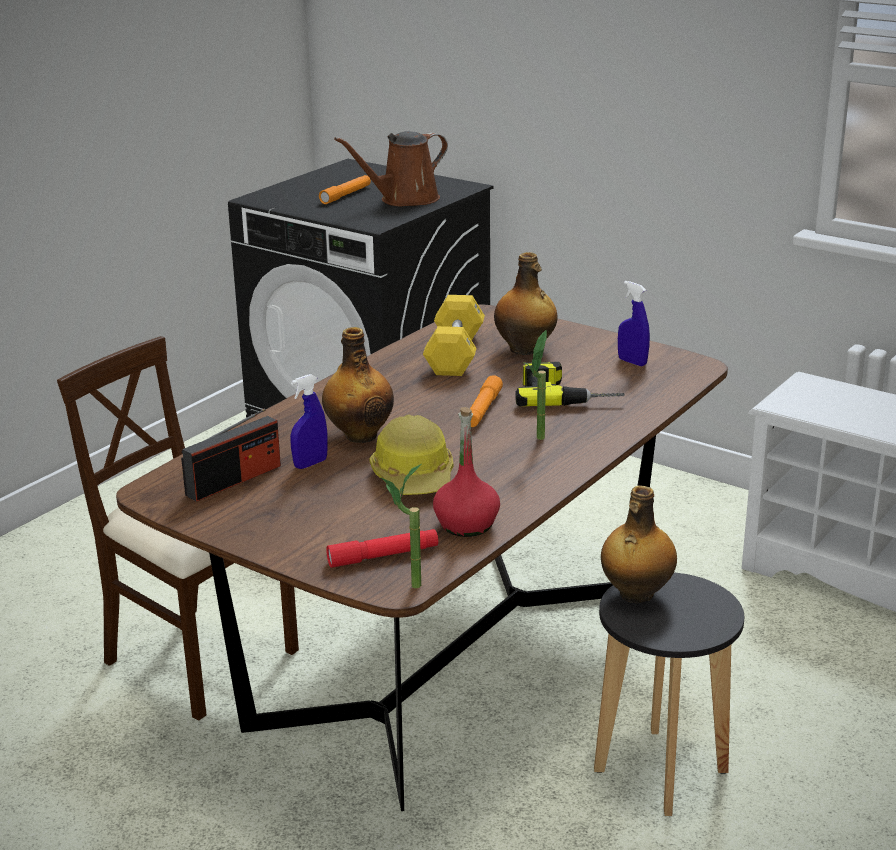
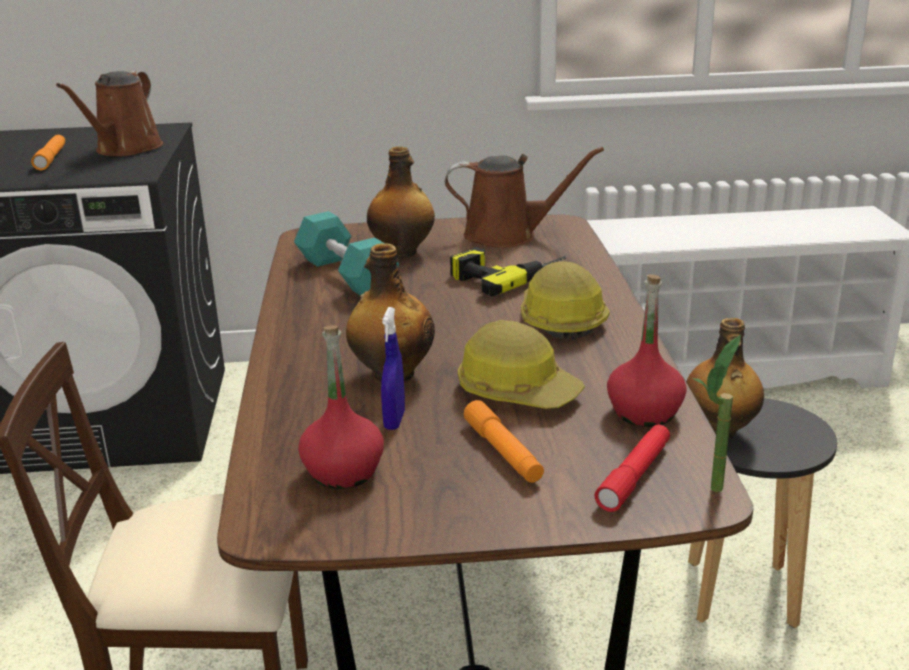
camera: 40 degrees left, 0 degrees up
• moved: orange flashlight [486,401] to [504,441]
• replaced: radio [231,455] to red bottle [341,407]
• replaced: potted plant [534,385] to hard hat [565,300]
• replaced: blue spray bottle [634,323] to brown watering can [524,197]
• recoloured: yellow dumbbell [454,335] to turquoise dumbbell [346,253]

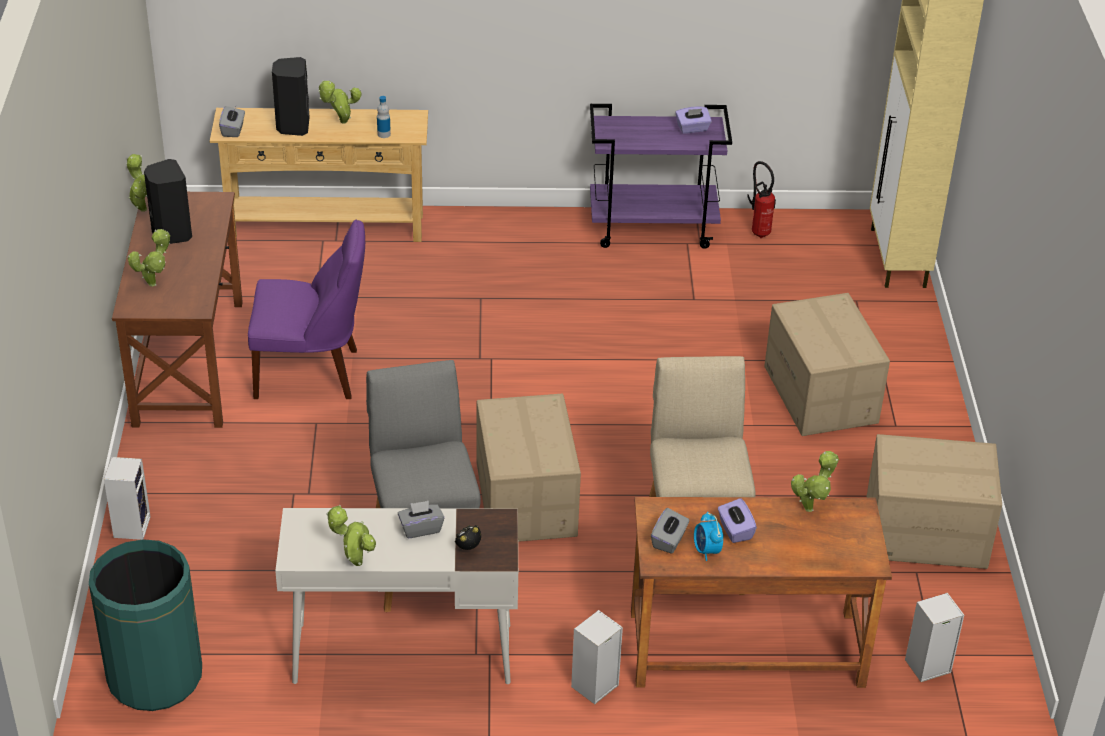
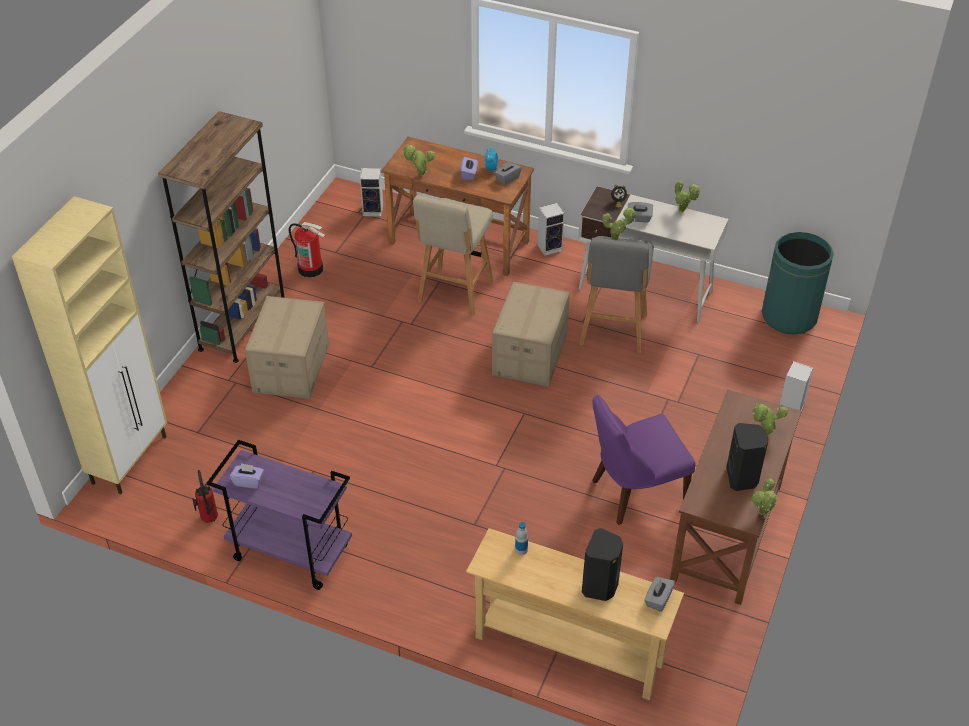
camera: 155 degrees left, 5 degrees up
• added: brown bookcase [221,237]
• moved: potted plant [340,102] to [619,224]
• replaced: cardboard box [934,501] to fire extinguisher [307,250]
• turned: purple chair [306,309] = [643,460] 45 degrees counterclockwise

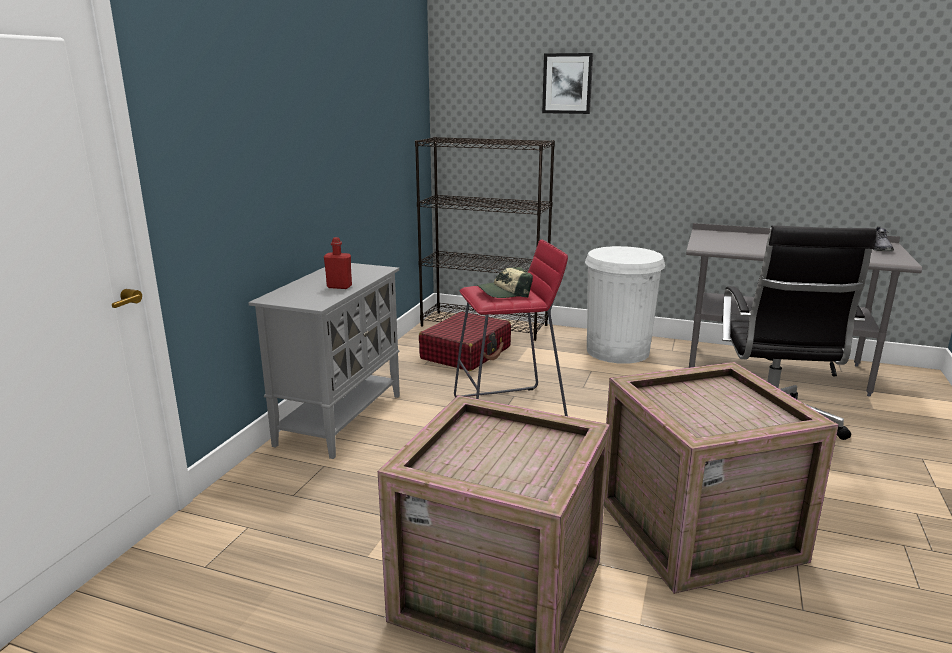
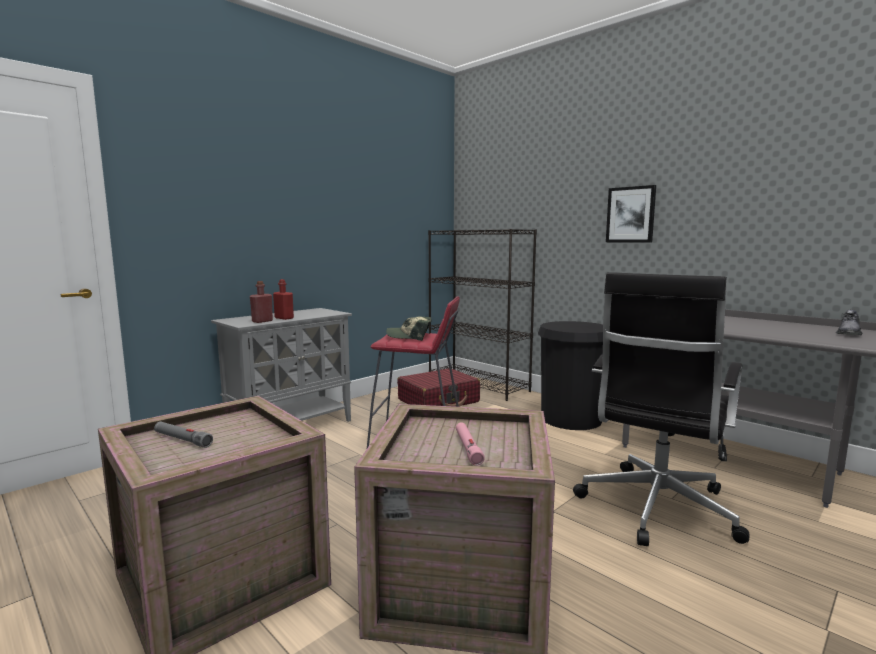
camera: 25 degrees right, 10 degrees down
• added: grey flashlight [183,435]
• added: red bottle [261,302]
• added: pink flashlight [470,444]
• moved: picture [567,83] to [631,214]
• recoloured: white trash can [625,305] to black trash can [570,375]

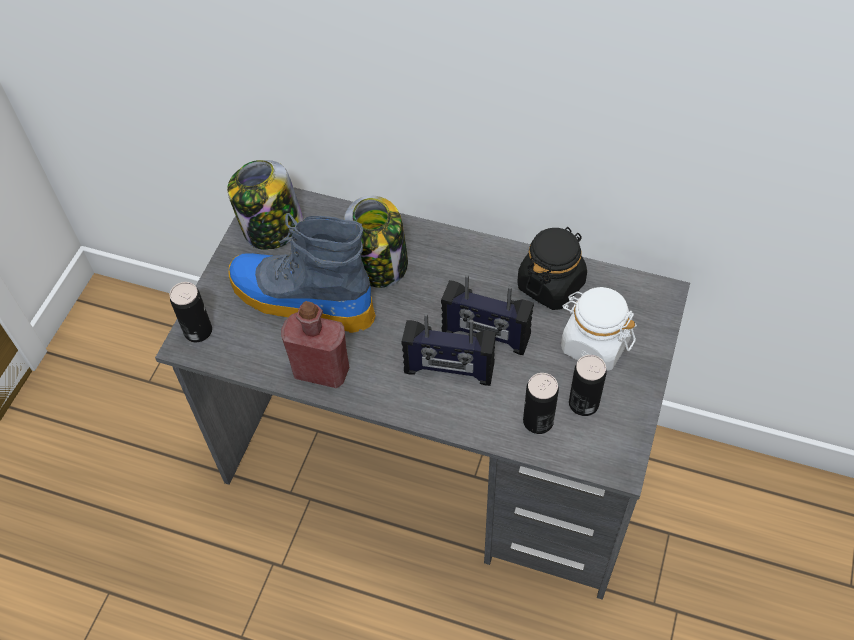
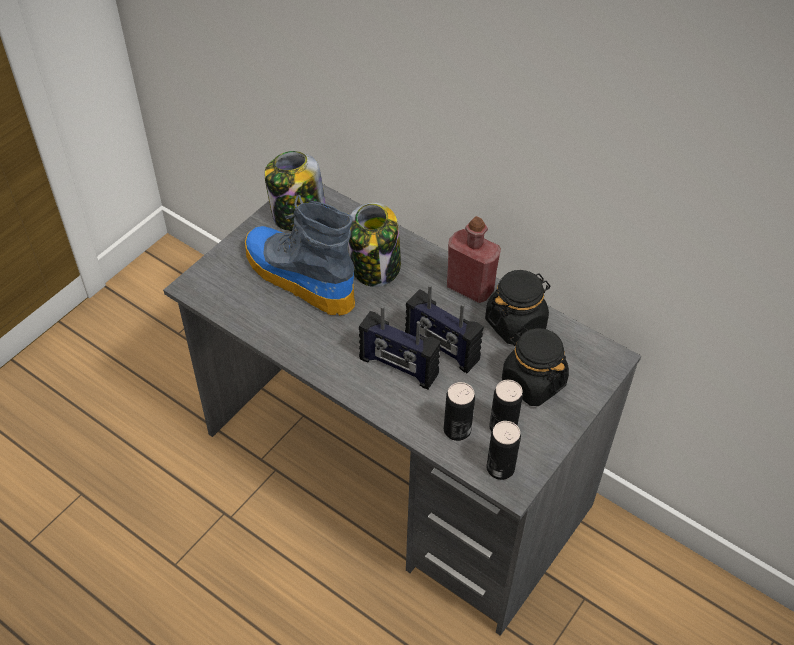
camera: 15 degrees right, 5 degrees down
• moved: can [191,312] to [503,450]
• moved: red bottle [315,344] to [474,259]
• recoloured: white jar [599,329] to black jar [535,367]

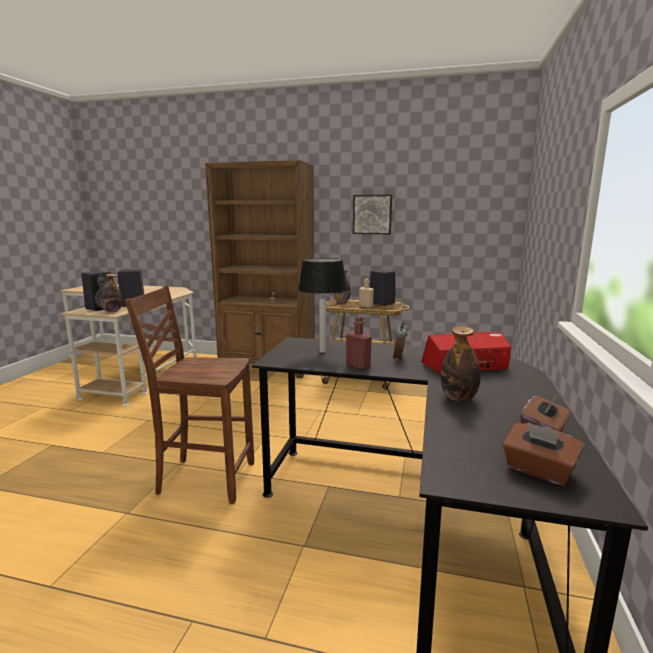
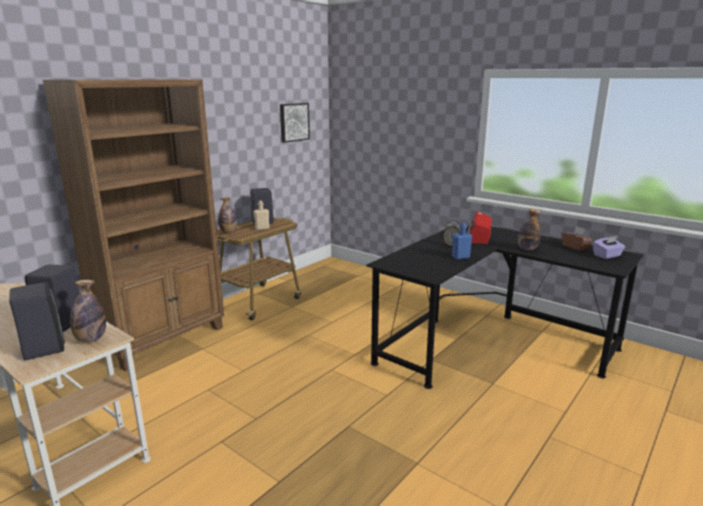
camera: 65 degrees left, 5 degrees up
• removed: brown chair [189,395]
• removed: table lamp [323,305]
• moved: picture [372,214] to [295,123]
• recoloured: red bottle [359,343] to blue bottle [462,240]
• recoloured: brown tissue box [543,454] to purple tissue box [609,247]

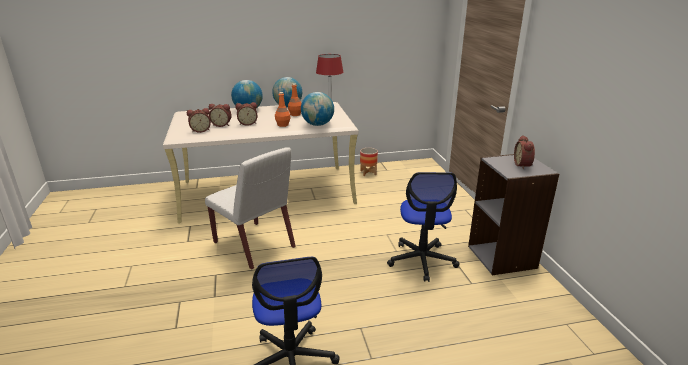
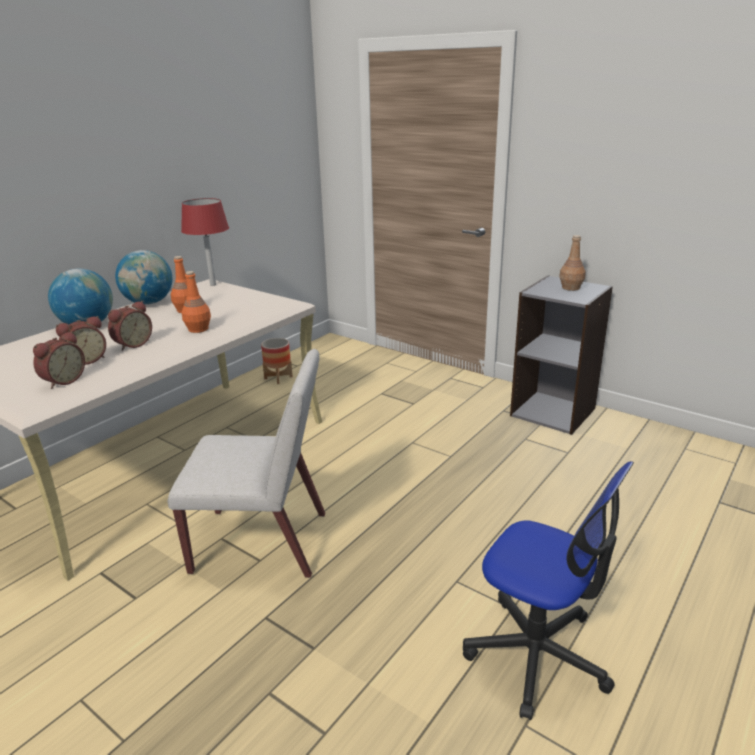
camera: 40 degrees left, 0 degrees up
• removed: globe [317,109]
• removed: office chair [423,227]
• replaced: alarm clock [524,152] to brown bottle [572,263]

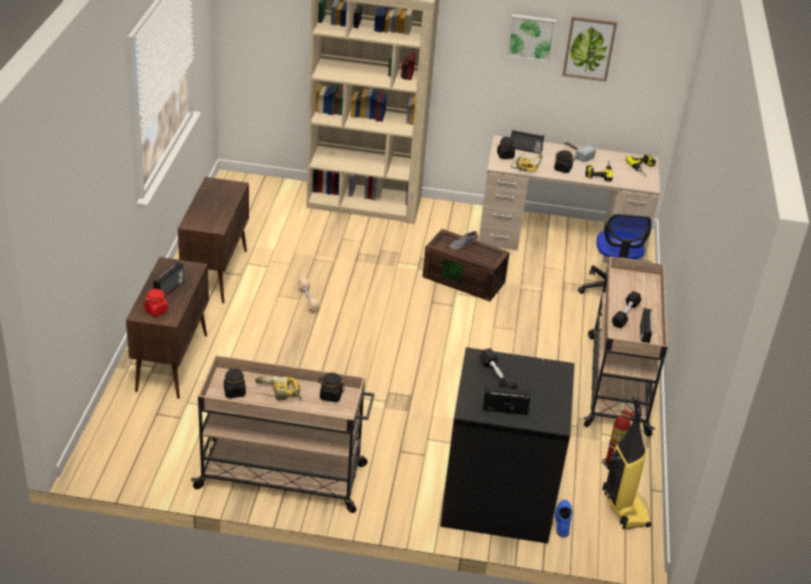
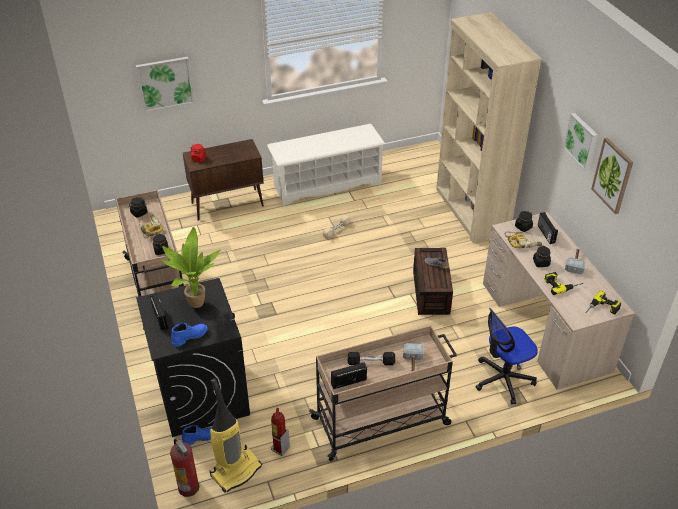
camera: 65 degrees right, 5 degrees up
• removed: radio [168,280]
• added: picture [165,85]
• added: fire extinguisher [184,468]
• added: blue boot [189,335]
• added: hammer [413,357]
• replaced: brown cabinet [213,240] to white shoe rack [326,165]
• replaced: black dumbbell [498,368] to potted plant [191,267]

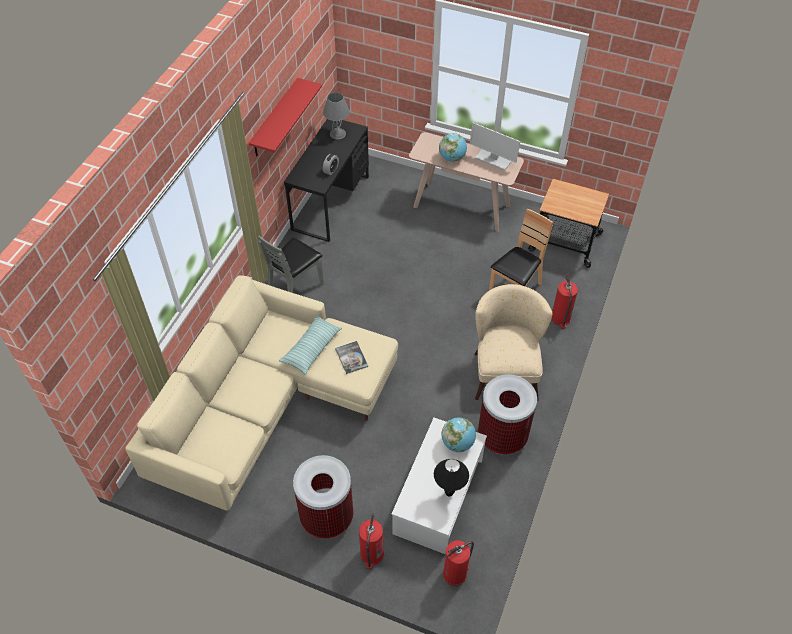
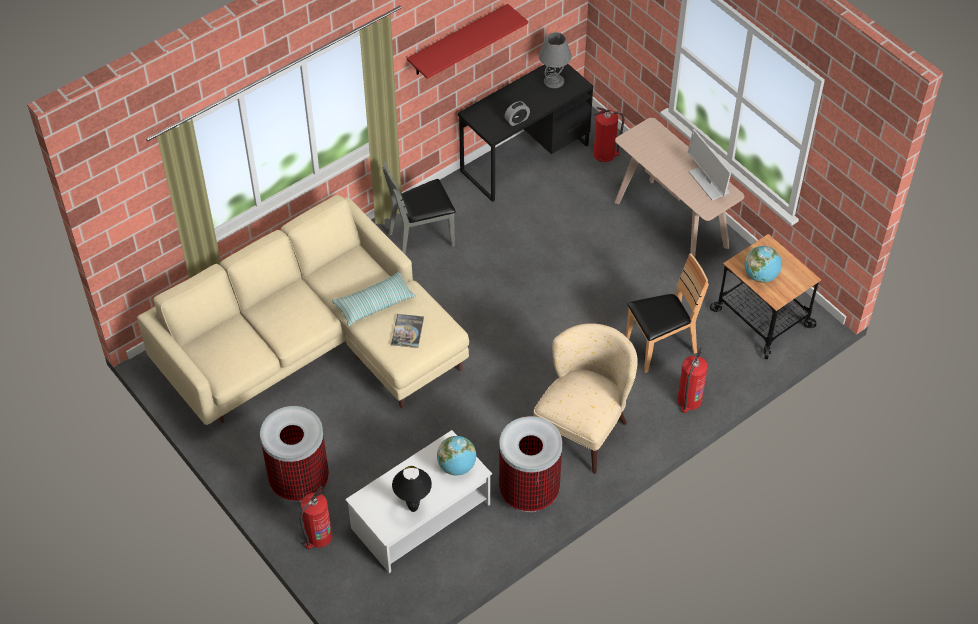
camera: 30 degrees right, 0 degrees up
• moved: globe [453,147] to [763,264]
• moved: fire extinguisher [458,563] to [608,134]

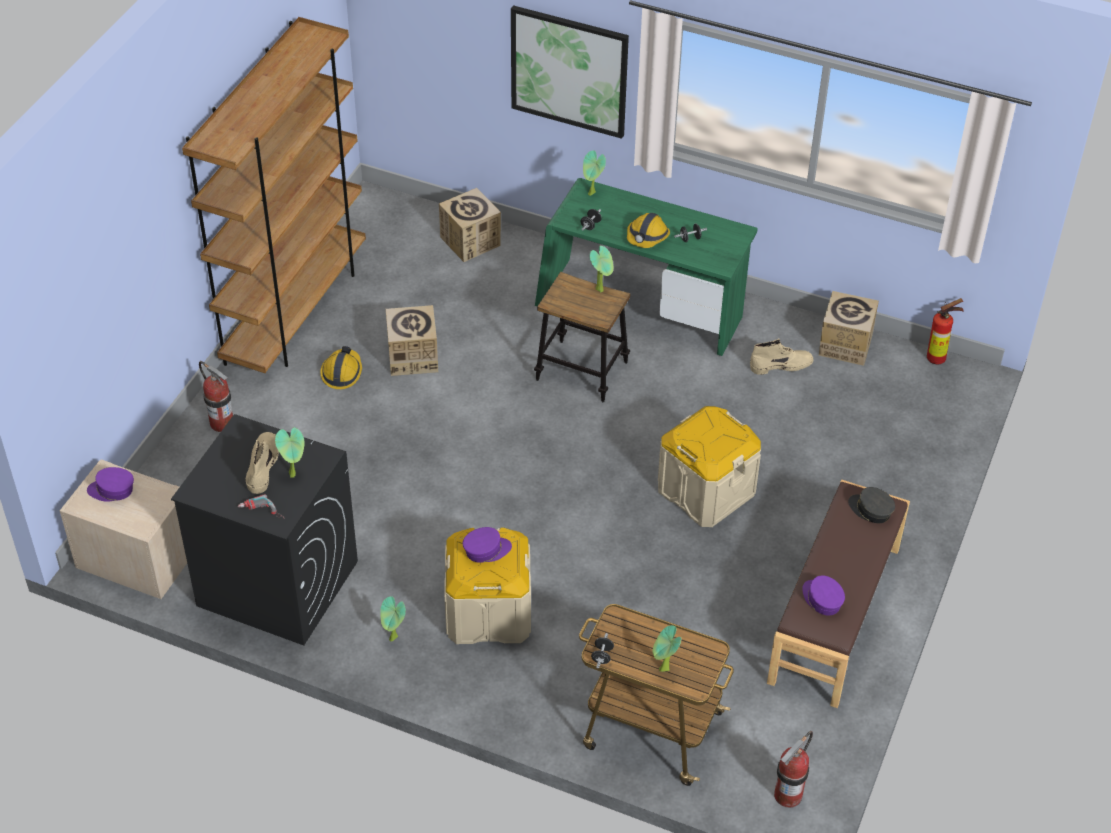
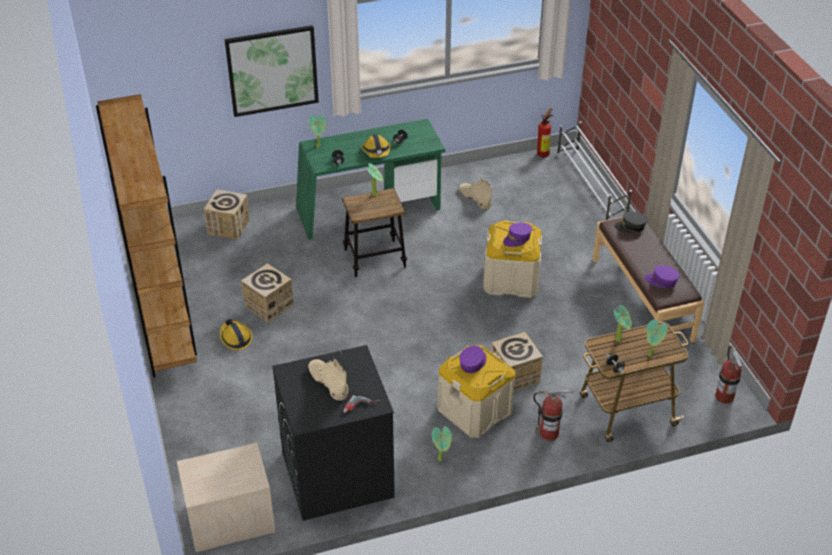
camera: 40 degrees left, 5 degrees down
• added: white shoe rack [594,170]
• moved: purple cap [110,484] to [517,234]
• moved: fire extinguisher [216,396] to [553,415]
• moved: potted plant [290,452] to [623,324]
• moved: cardboard box [849,328] to [517,361]
• turned: beige boot [781,356] = [475,193] 75 degrees counterclockwise

